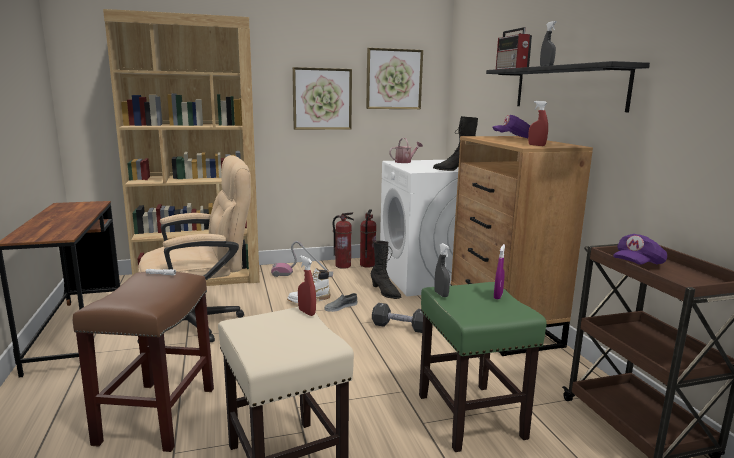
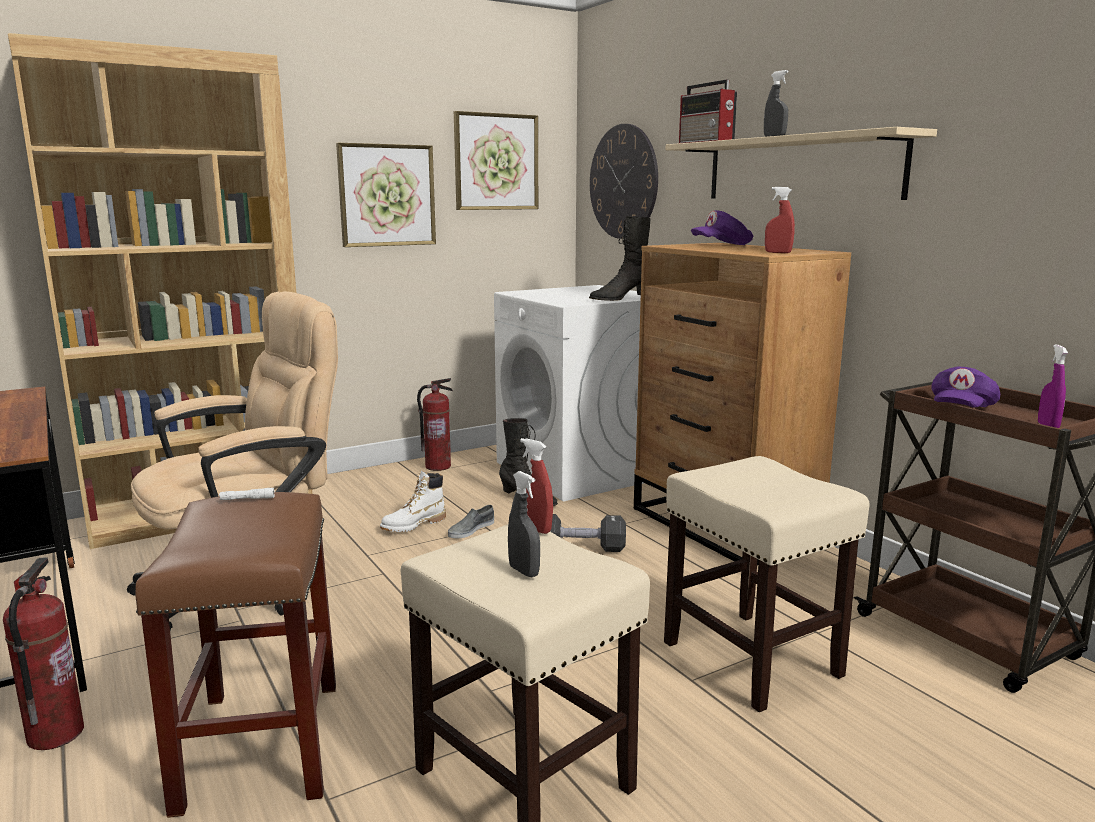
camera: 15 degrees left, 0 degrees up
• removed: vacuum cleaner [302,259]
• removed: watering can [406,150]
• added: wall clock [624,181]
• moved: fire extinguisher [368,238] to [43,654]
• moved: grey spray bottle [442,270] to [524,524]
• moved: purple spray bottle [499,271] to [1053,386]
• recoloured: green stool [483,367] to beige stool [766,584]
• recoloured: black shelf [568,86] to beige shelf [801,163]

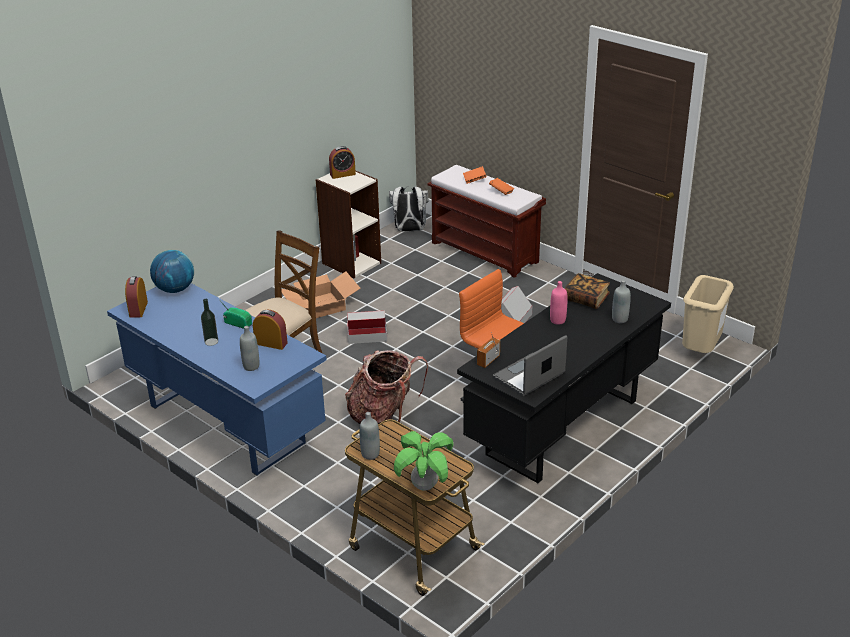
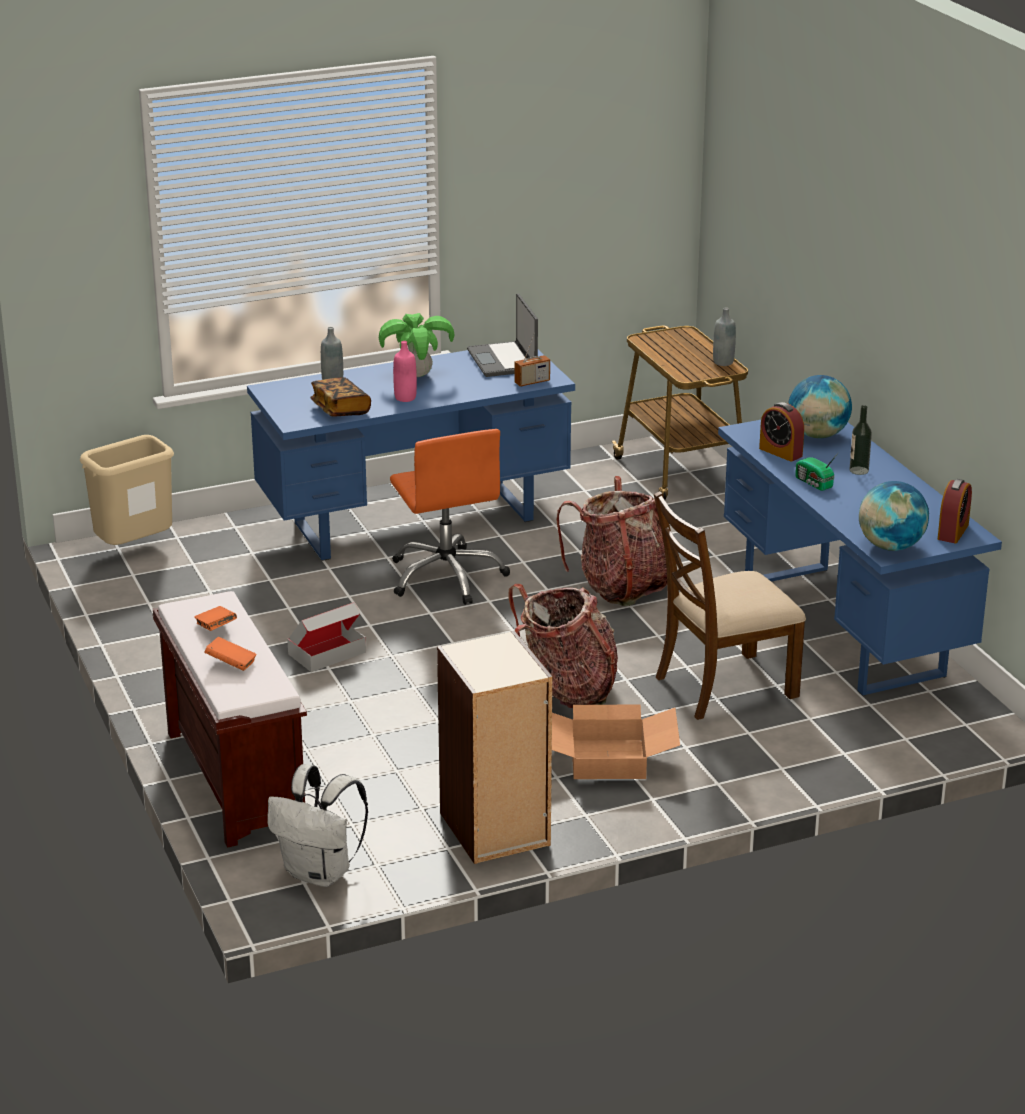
camera: 155 degrees left, 5 degrees down
• removed: alarm clock [342,162]
• moved: potted plant [424,461] to [417,345]
• replaced: grey bottle [249,348] to globe [820,406]
• replaced: cardboard box [367,327] to backpack [563,646]
• recoloured: black desk [564,378] to blue desk [411,455]
• turned: laptop [530,365] = [502,335] 90 degrees clockwise

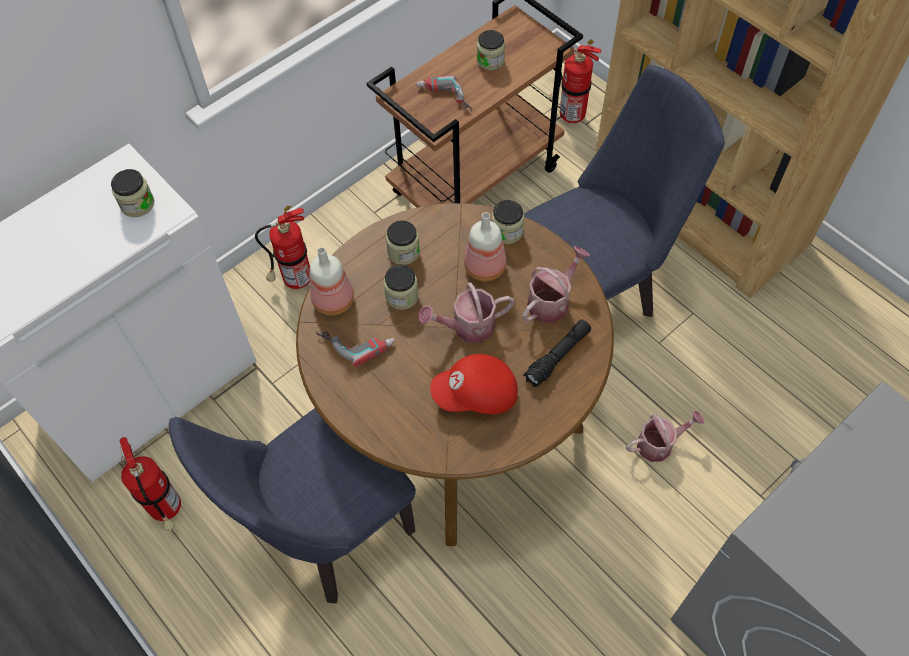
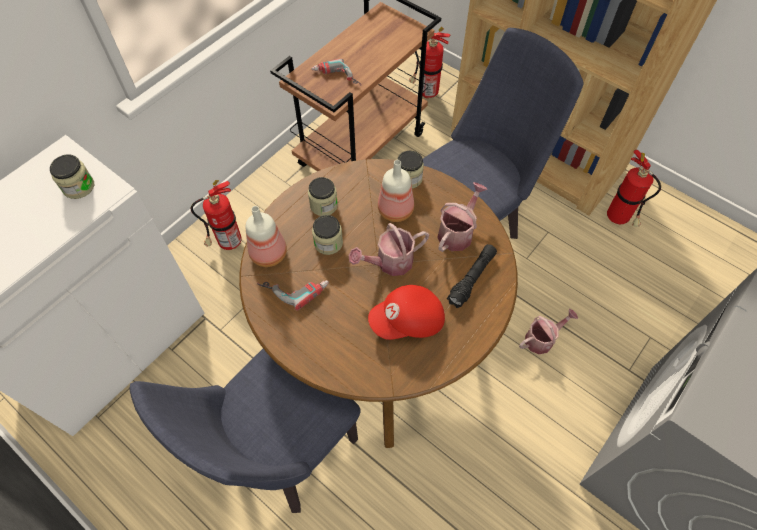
camera: 10 degrees left, 0 degrees up
• removed: jar [491,50]
• moved: fire extinguisher [150,484] to [634,188]

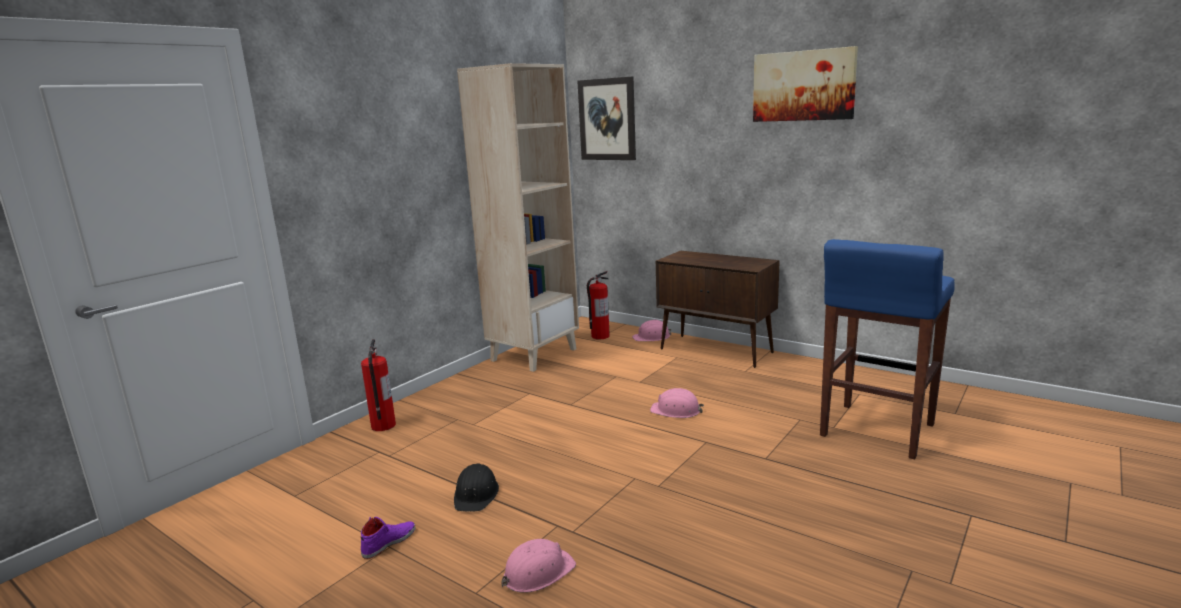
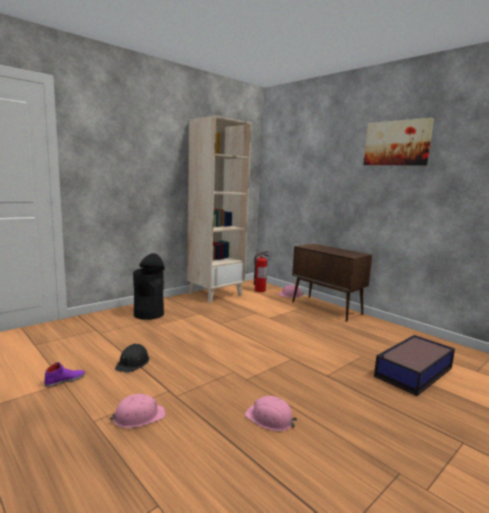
camera: 10 degrees right, 5 degrees down
• removed: fire extinguisher [378,385]
• removed: picture [606,118]
• added: black trash can [149,286]
• moved: pink hard hat [677,403] to [271,413]
• replaced: blue stool [887,349] to storage box [414,365]

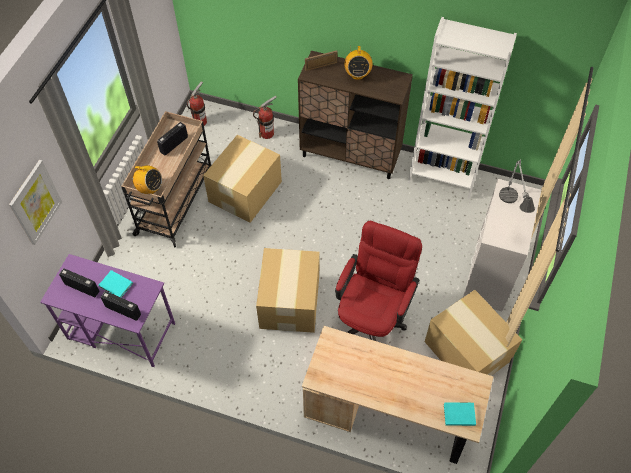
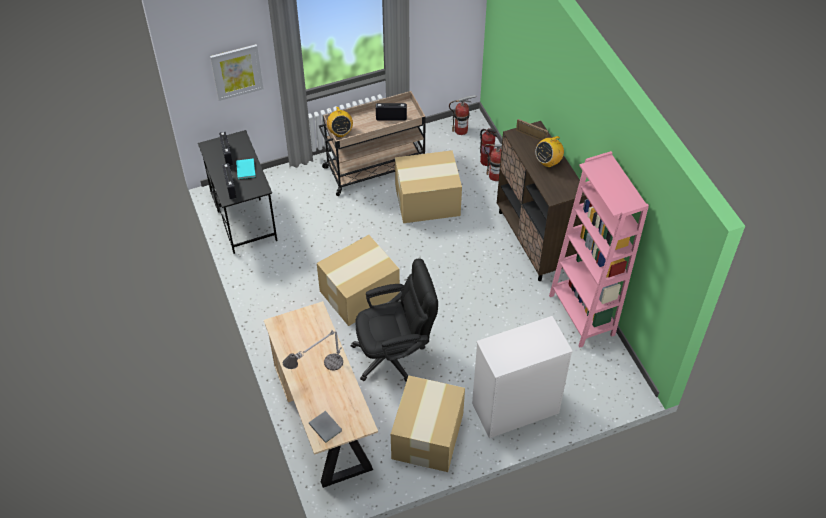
camera: 50 degrees right, 5 degrees down
• added: fire extinguisher [488,147]
• moved: table lamp [517,186] to [313,350]
• recoloured: purple desk [107,310] to black desk [237,192]
• recoloured: red office chair [378,281] to black office chair [394,320]
• recoloured: white bookcase [462,108] to pink bookcase [599,249]
• recoloured: turquoise book [460,414] to grey book [325,427]

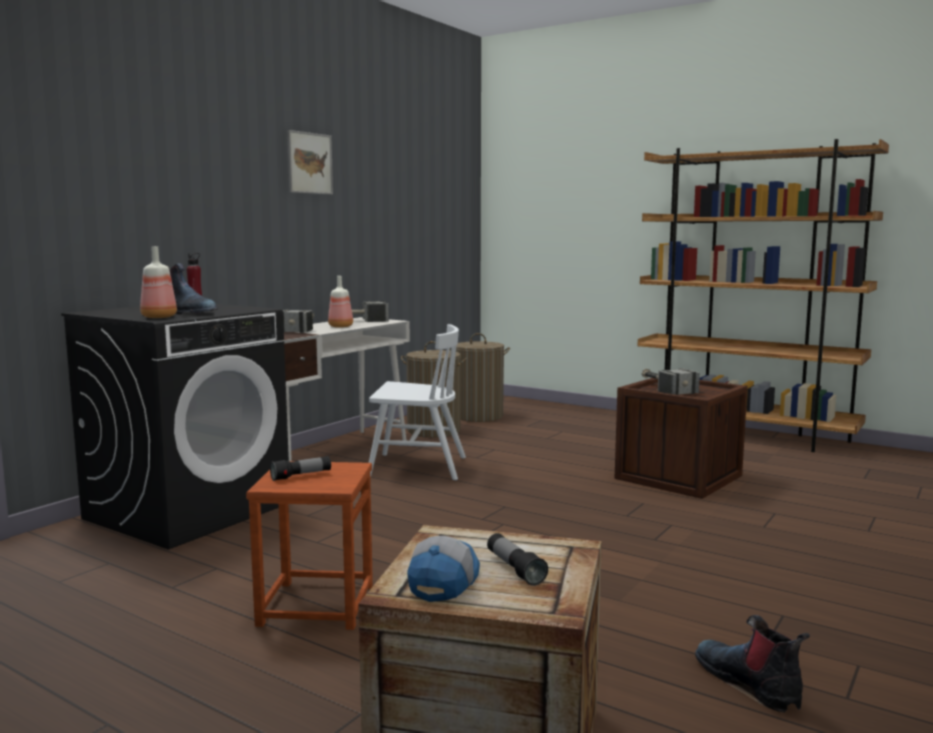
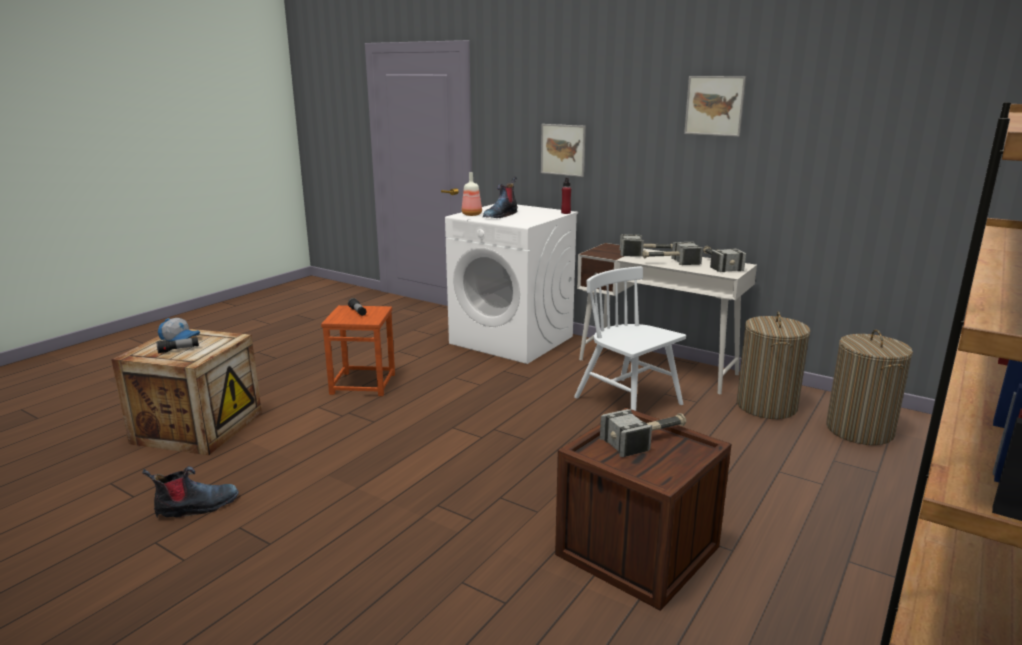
camera: 90 degrees right, 10 degrees up
• added: picture [563,150]
• replaced: bottle [340,302] to hammer [672,253]
• recoloured: black washing machine [175,426] to white washing machine [511,284]
• turned: white chair [417,402] = [630,338] 135 degrees clockwise

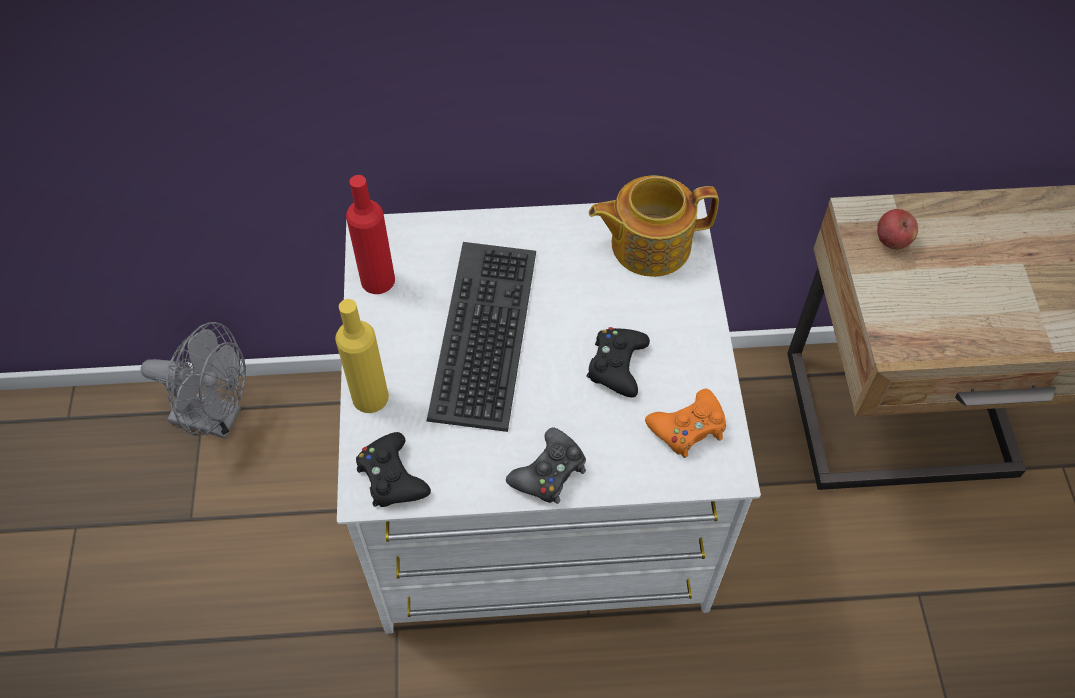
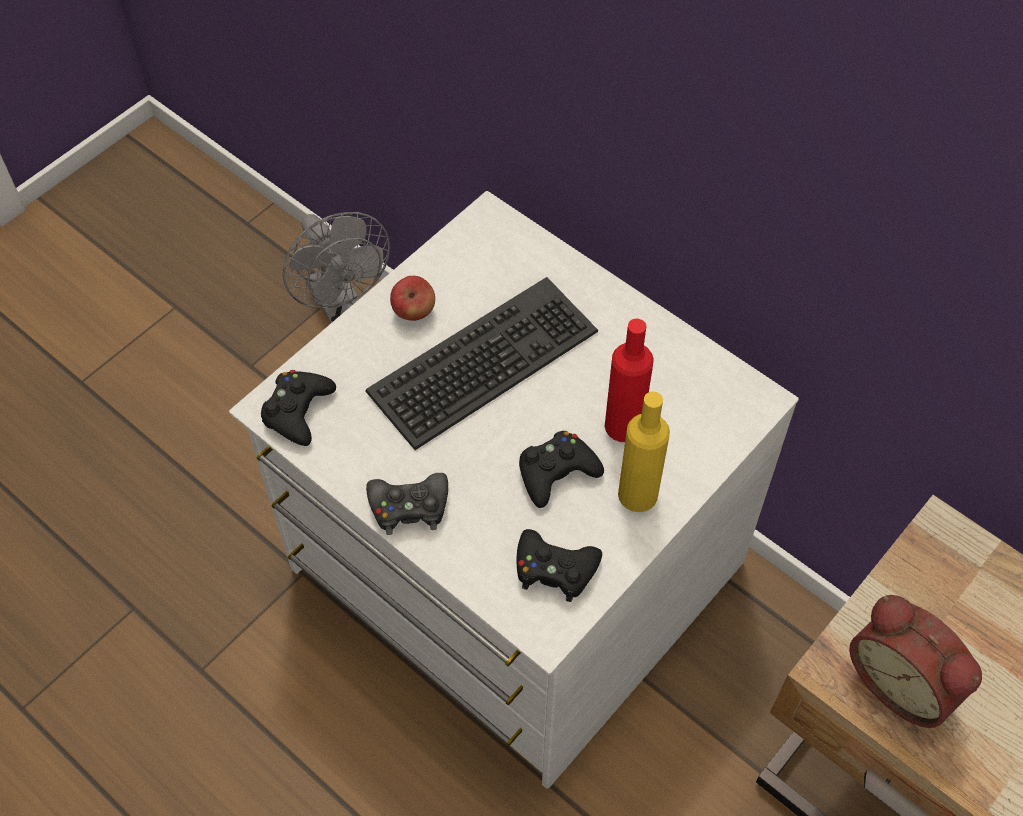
camera: 45 degrees right, 0 degrees up
• removed: teapot [654,226]
• added: alarm clock [915,661]
• moved: yellow bottle [362,356] to [644,452]
• moved: red bottle [370,234] to [629,380]
• moved: apple [897,229] to [412,298]
• recoloured: orange game controller [685,423] to black game controller [559,565]

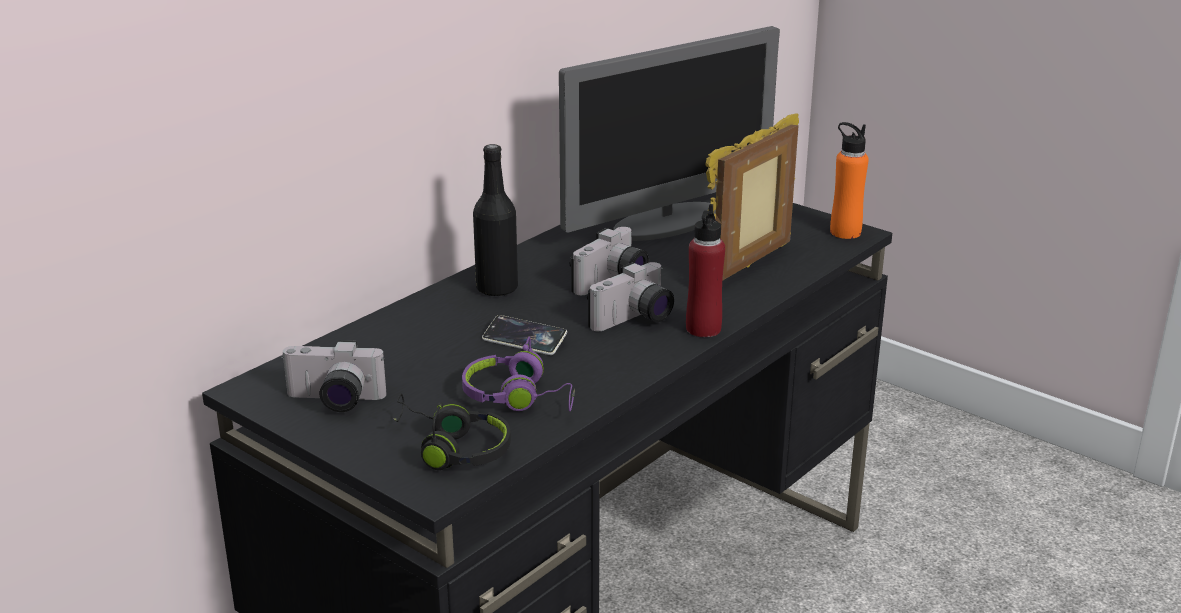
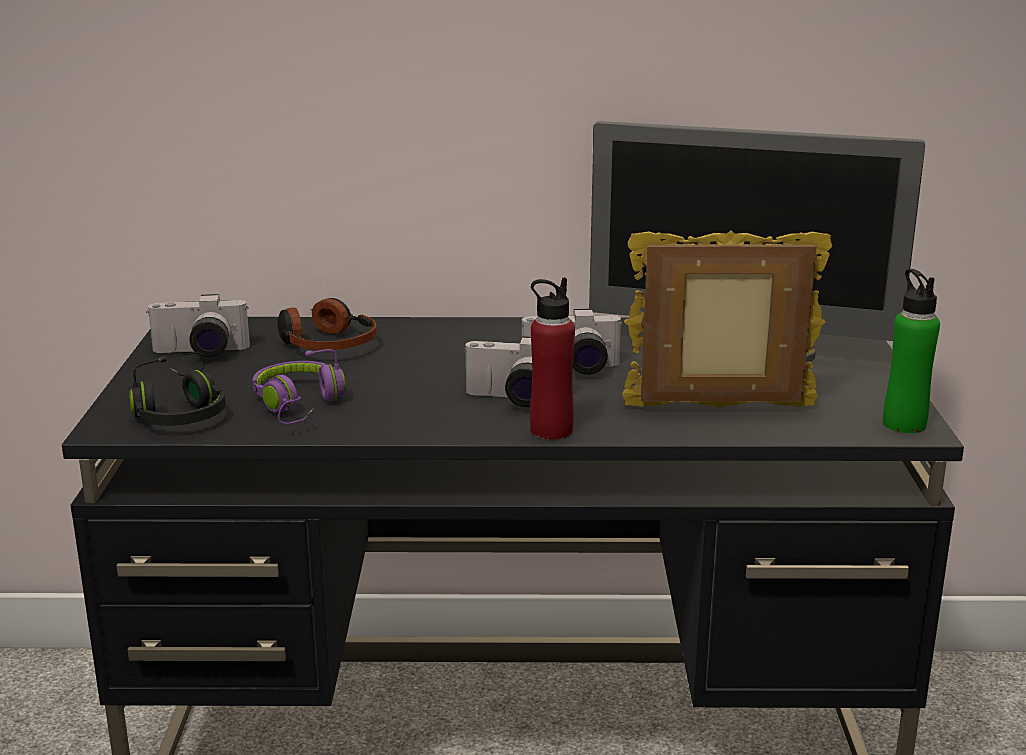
camera: 50 degrees right, 5 degrees down
• removed: black bottle [495,220]
• removed: phone [524,335]
• added: headphones [327,324]
• recoloured: orange bottle [849,180] to green bottle [911,351]
• turned: photo camera [333,376] = [198,326] 60 degrees counterclockwise

